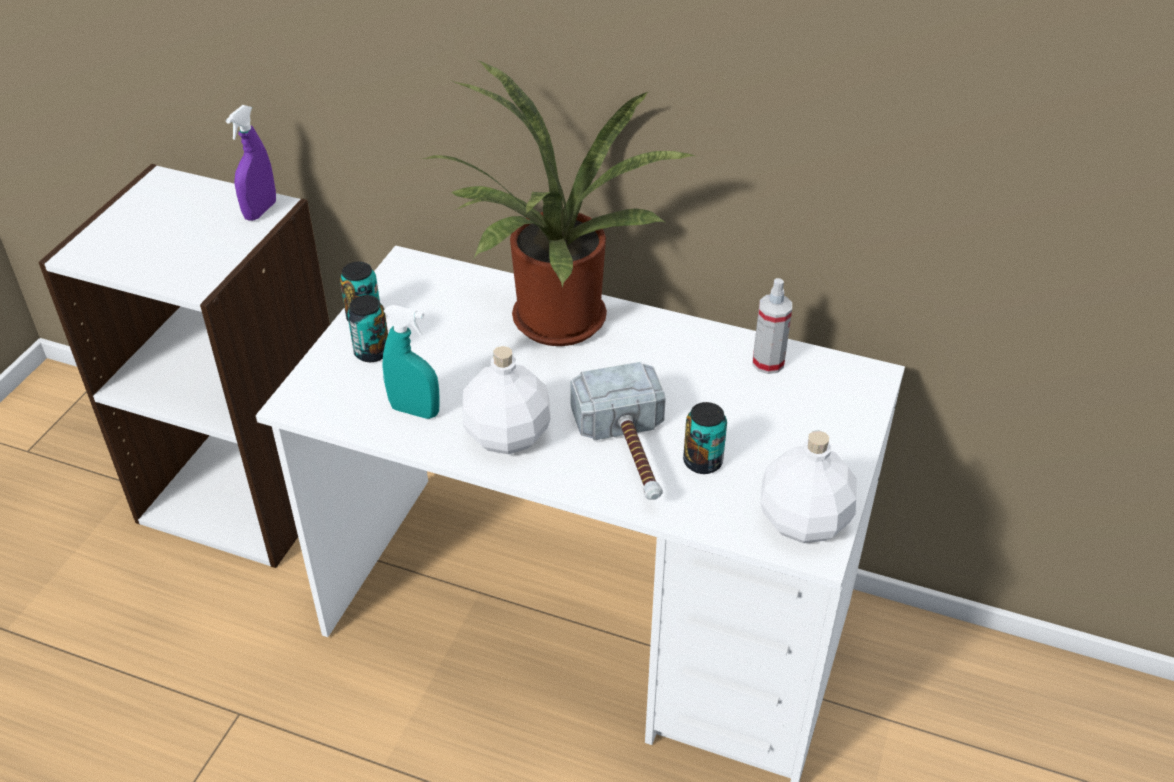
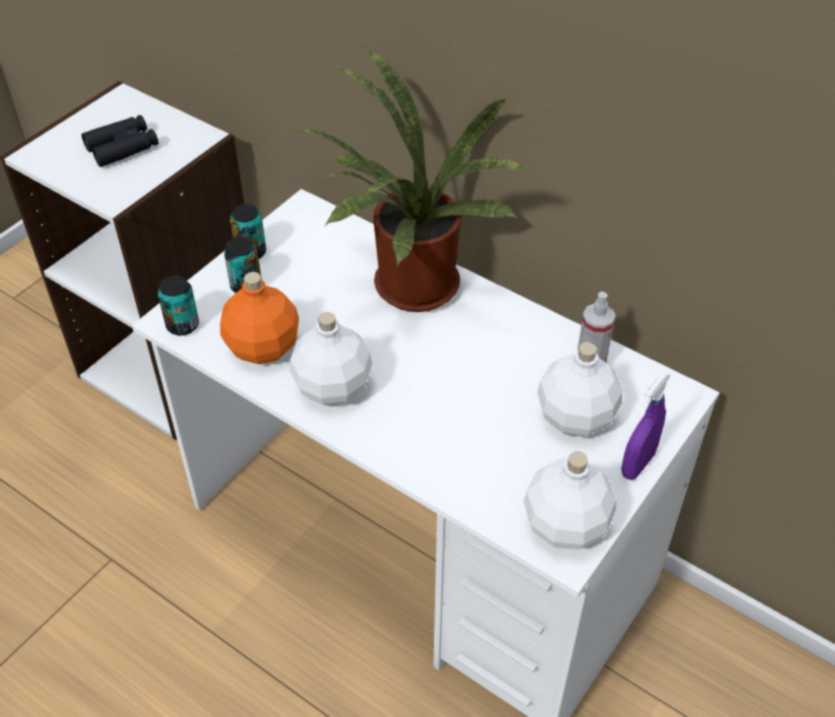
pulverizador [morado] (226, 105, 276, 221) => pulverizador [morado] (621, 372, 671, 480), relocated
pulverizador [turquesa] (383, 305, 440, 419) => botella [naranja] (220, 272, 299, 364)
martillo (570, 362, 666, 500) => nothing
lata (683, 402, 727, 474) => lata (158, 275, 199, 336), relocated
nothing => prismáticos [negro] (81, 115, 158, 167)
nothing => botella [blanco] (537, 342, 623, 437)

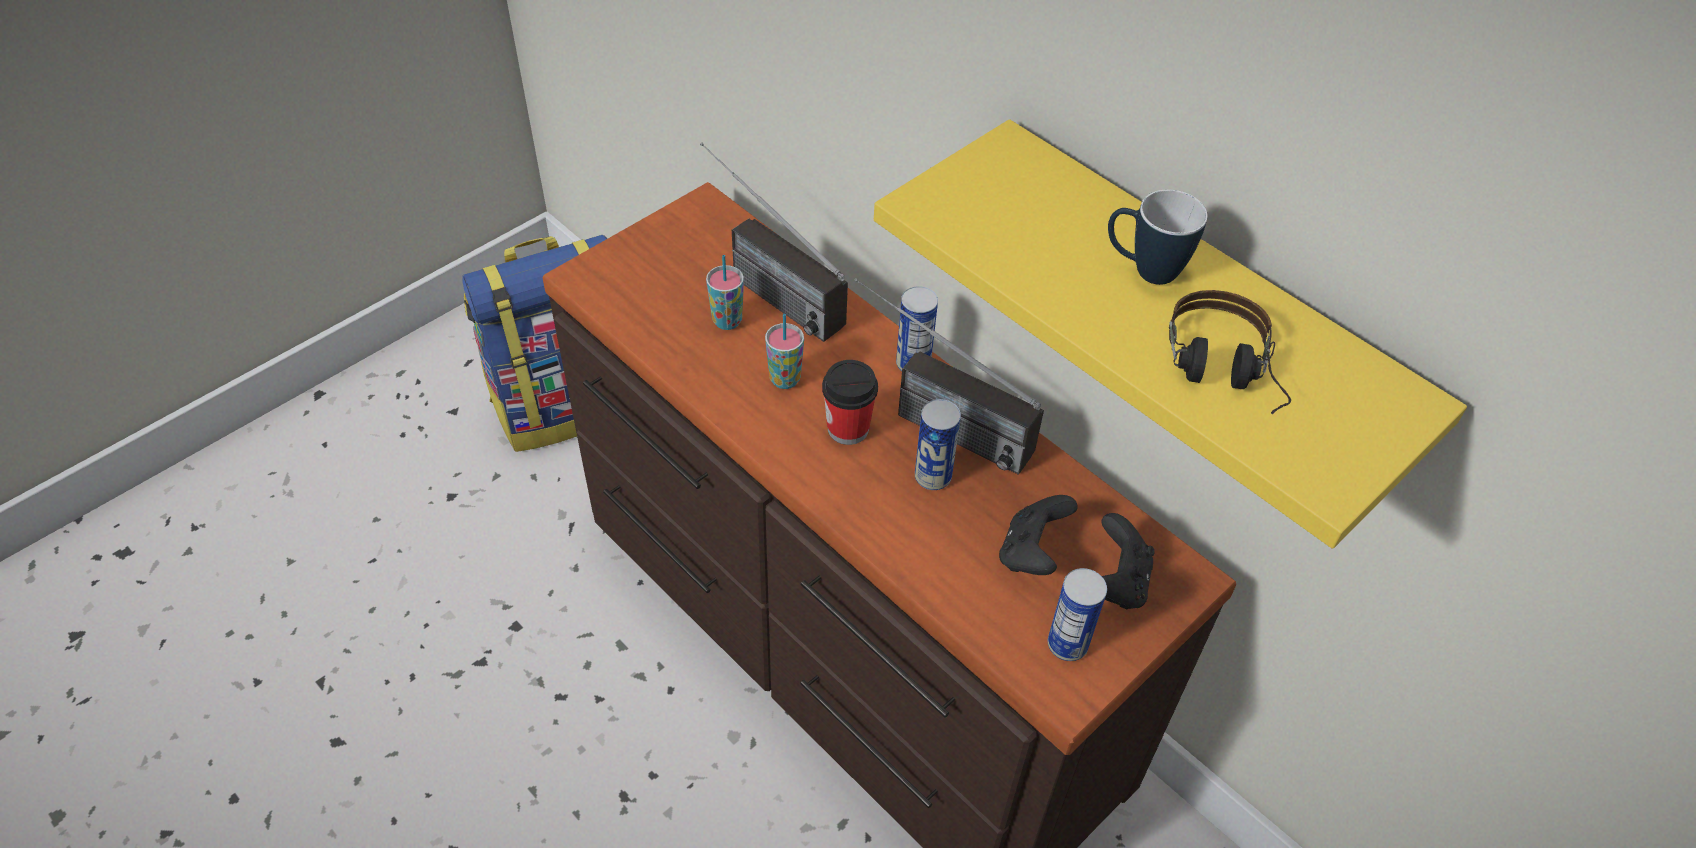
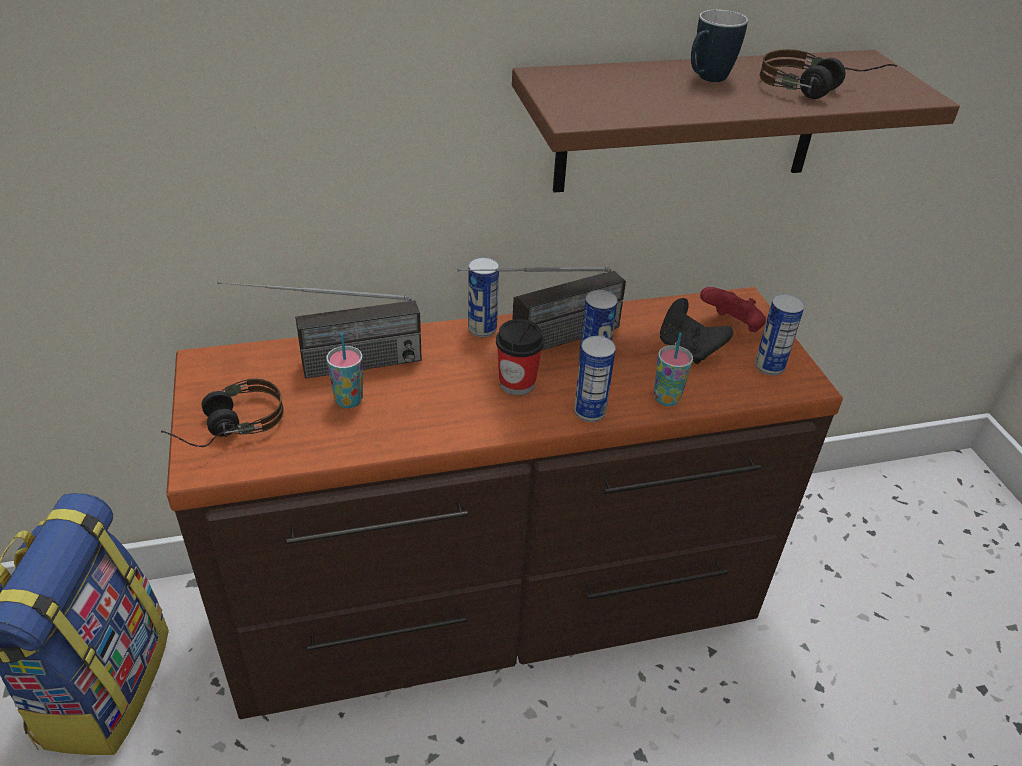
taza (765, 314, 804, 389) => taza (654, 332, 693, 406), relocated
estante [amarillo] (874, 119, 1467, 548) => estante [marrón] (512, 50, 960, 193)
mando de consola [negro] (1101, 513, 1155, 609) => mando de consola [rojo] (700, 287, 766, 332)
nothing => auriculares (161, 378, 284, 447)
nothing => lata (574, 336, 616, 422)

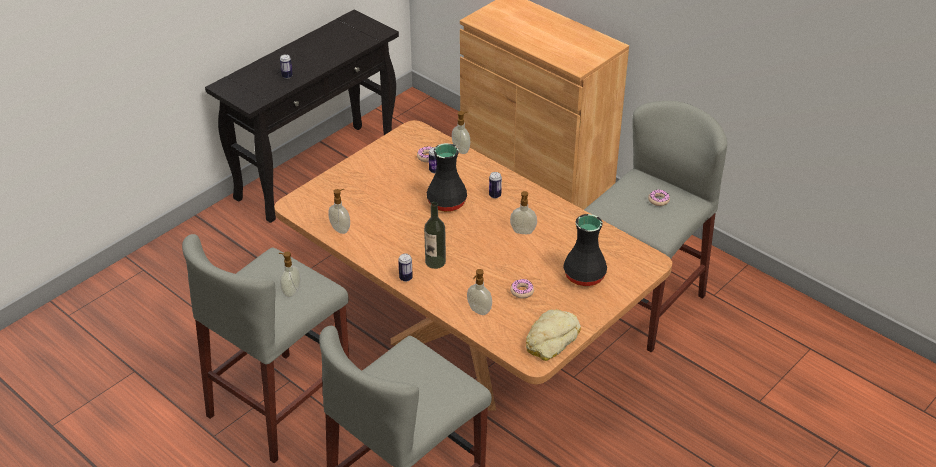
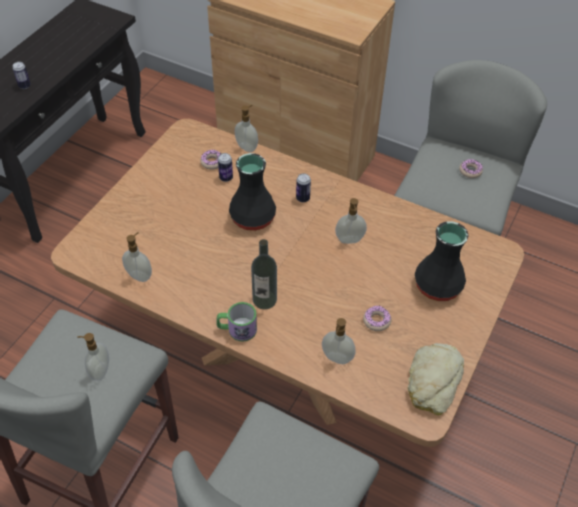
lata (398, 254, 413, 282) => taza grande (216, 302, 257, 342)

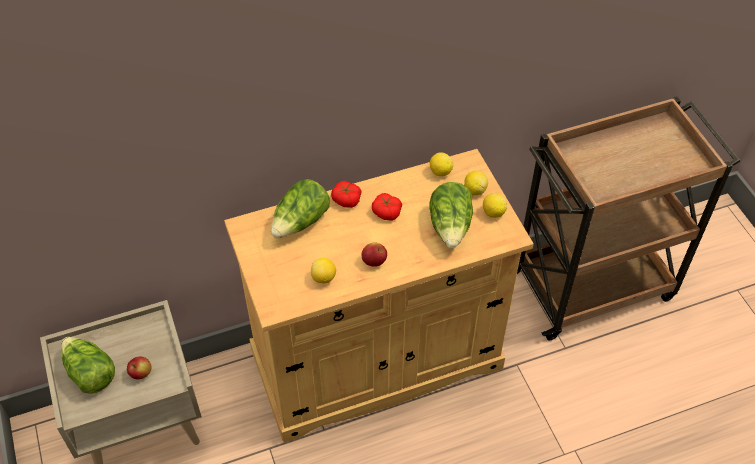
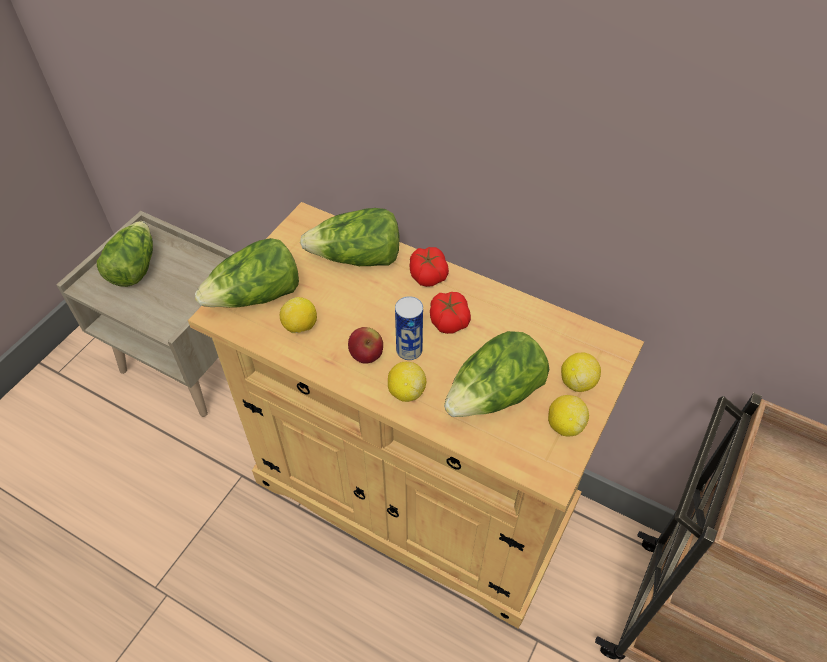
manzana (127, 356, 151, 380) => nothing
limón (430, 152, 453, 176) => limón (388, 362, 426, 402), relocated
nothing => lechuga (195, 238, 299, 308)
nothing => lata (395, 296, 423, 360)

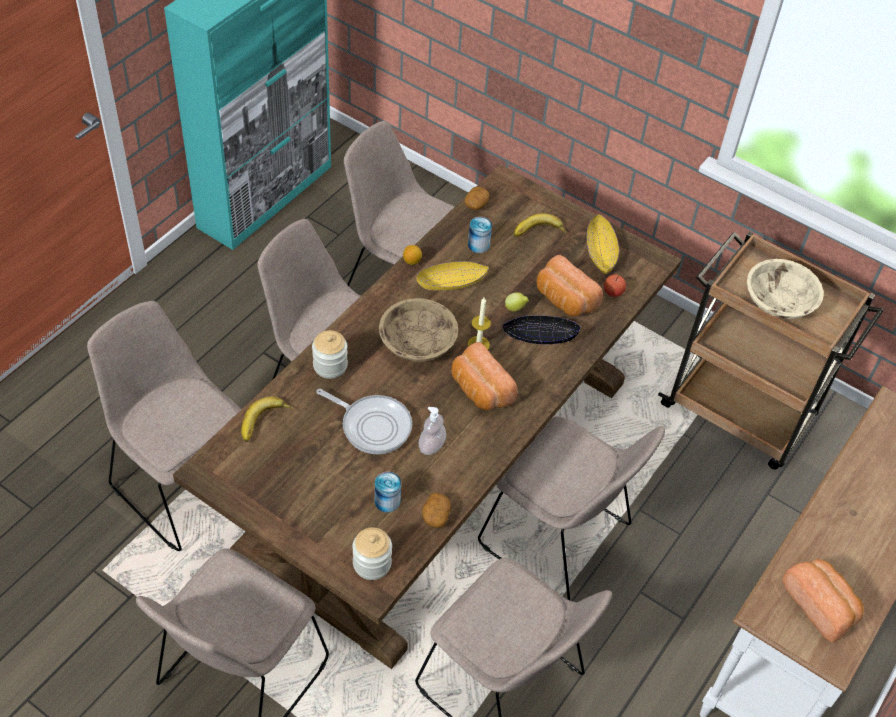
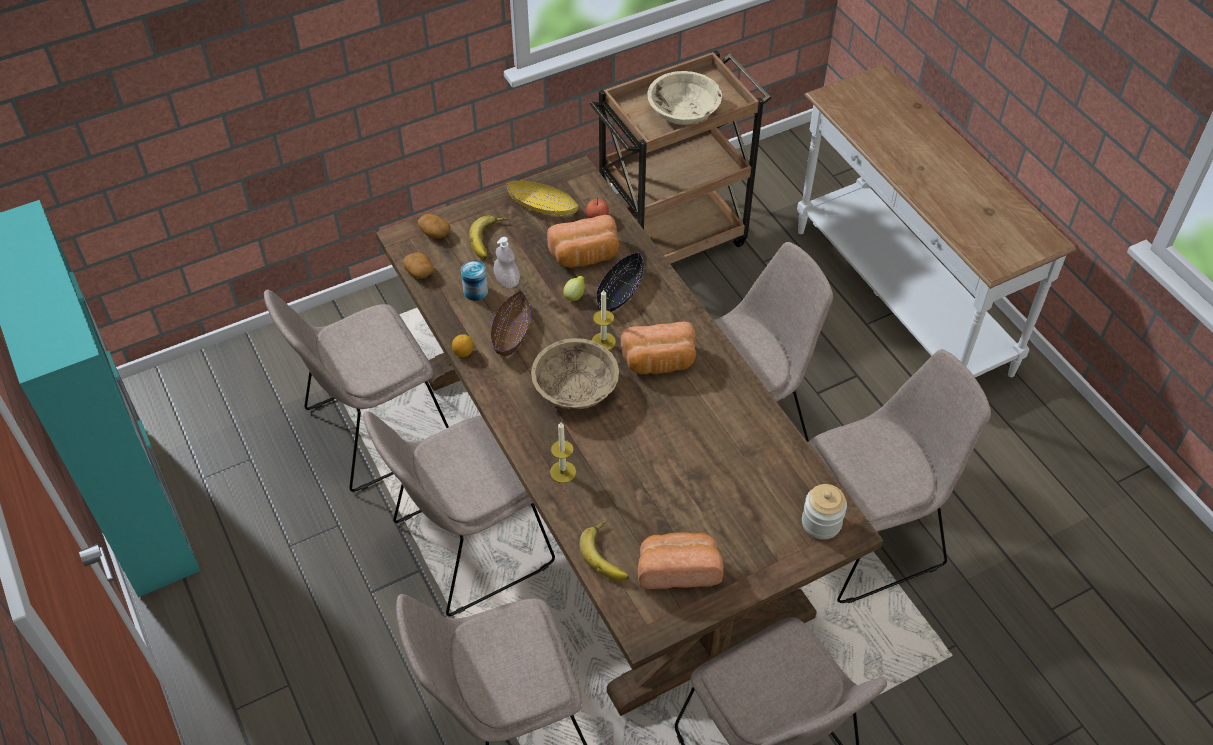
tarro (312, 330, 348, 379) => vela (550, 422, 576, 483)
sartén (316, 389, 412, 454) => nothing
lata (375, 472, 401, 513) => nothing
cuenco [amarillo] (416, 261, 489, 291) => cuenco [marrón] (491, 290, 531, 357)
dispensador de jabón (418, 407, 446, 455) => dispensador de jabón (493, 237, 520, 288), relocated
patata (422, 493, 450, 528) => patata (418, 214, 450, 239), relocated
pan (783, 559, 864, 643) => pan (638, 532, 724, 589), relocated

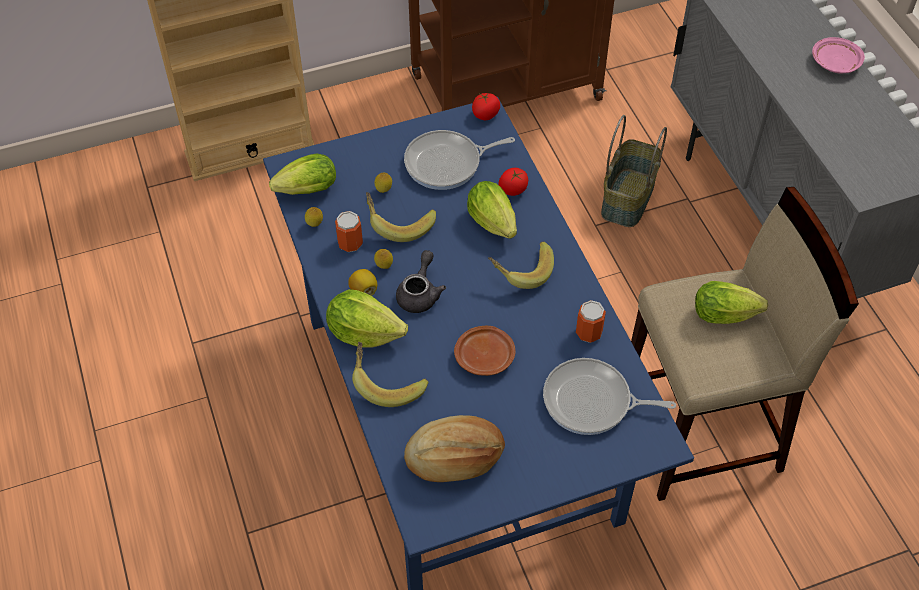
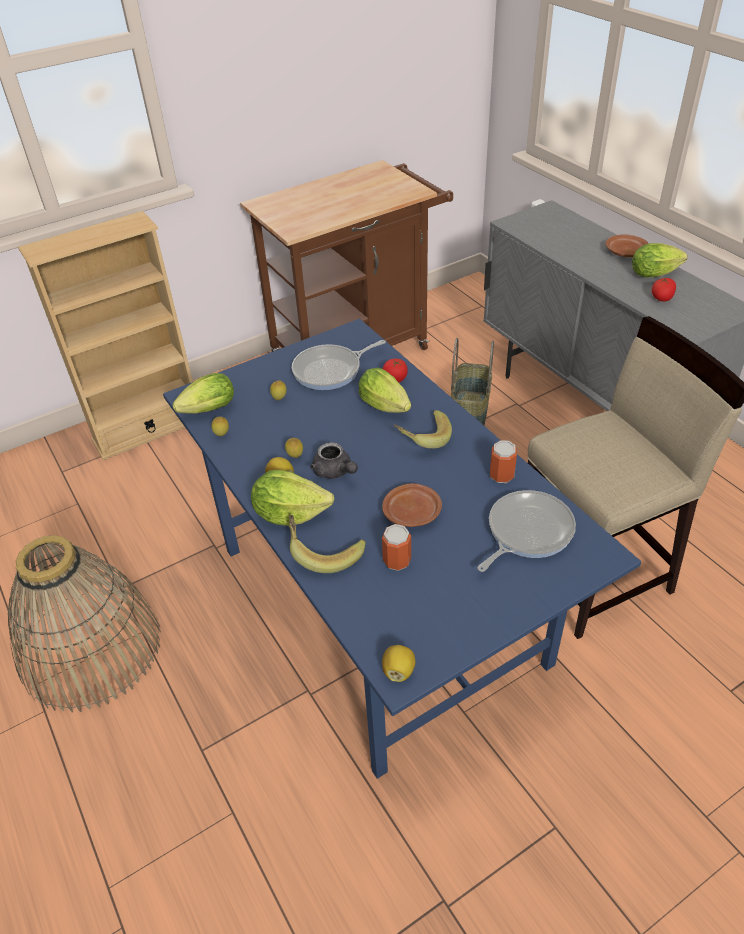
lata (335, 211, 363, 252) => lata (382, 524, 411, 571), relocated
plátano (366, 192, 436, 242) => nothing
tetera [gris] (396, 250, 446, 313) => tetera [gris] (310, 442, 358, 479), 135 degrees clockwise
pan (404, 415, 505, 482) => nothing
tomate (472, 93, 500, 120) => tomate (652, 278, 676, 302), relocated
sartén (543, 358, 676, 435) => sartén (478, 490, 576, 572), 135 degrees clockwise
lechuga (695, 281, 768, 324) => lechuga (632, 243, 687, 277), relocated
plato [rosa] (812, 37, 865, 73) => plato [marrón] (606, 234, 649, 257)
nothing => cesta (8, 535, 161, 712)
nothing => limón (382, 645, 416, 682)

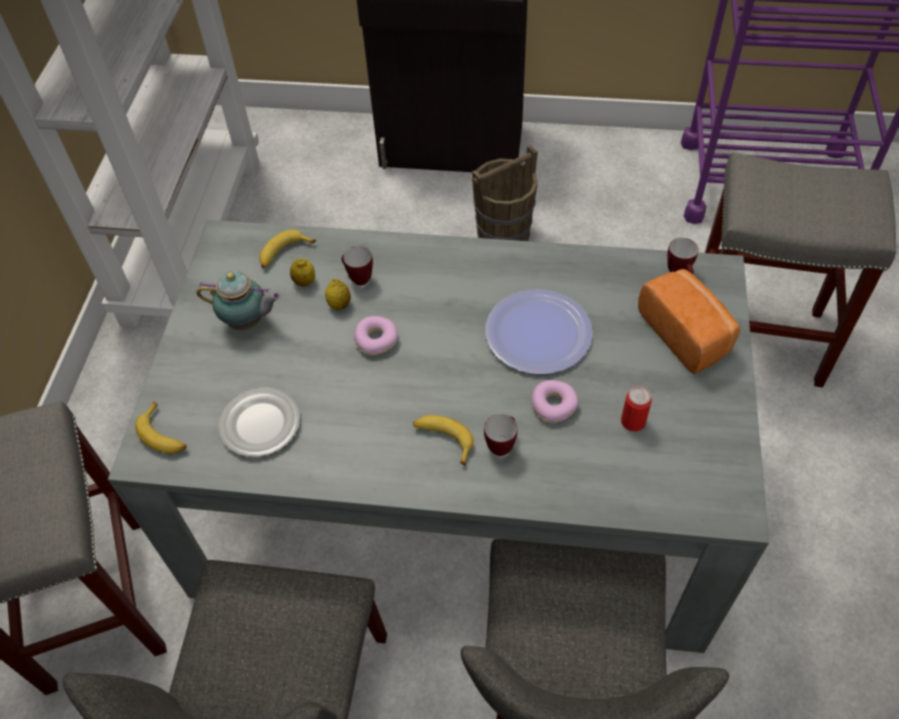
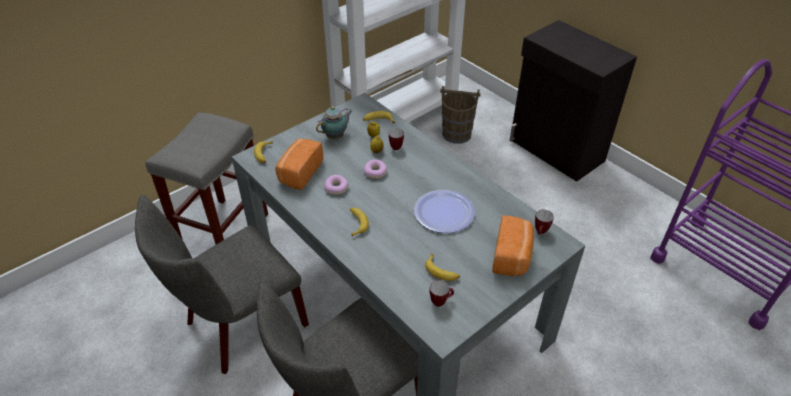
tetera (197, 271, 281, 330) => tetera (316, 106, 352, 139), 90 degrees counterclockwise
plato (218, 388, 300, 457) => pan (275, 139, 323, 190)
cubo [marrón] (472, 145, 538, 241) => cubo [marrón] (440, 86, 481, 144), relocated
taza grande (484, 414, 517, 456) => taza grande (430, 280, 454, 307), relocated
rosquilla (531, 380, 579, 423) => rosquilla (324, 175, 349, 195), relocated
lata (621, 386, 652, 431) => plátano (425, 254, 460, 281)
taburete [gris] (705, 153, 896, 387) => nothing

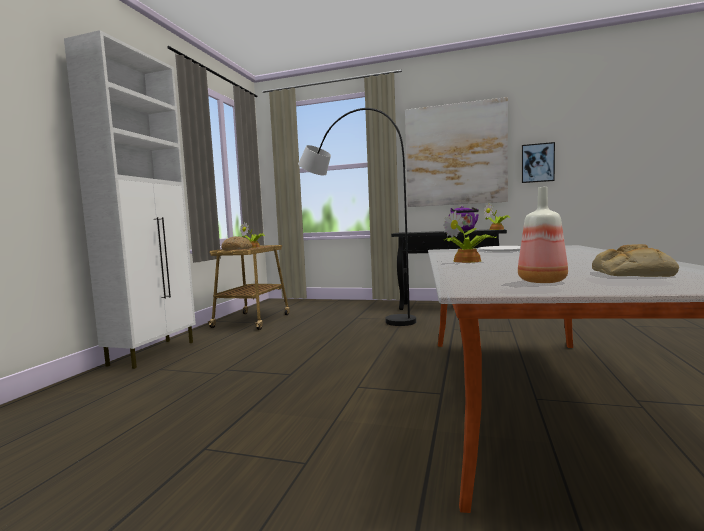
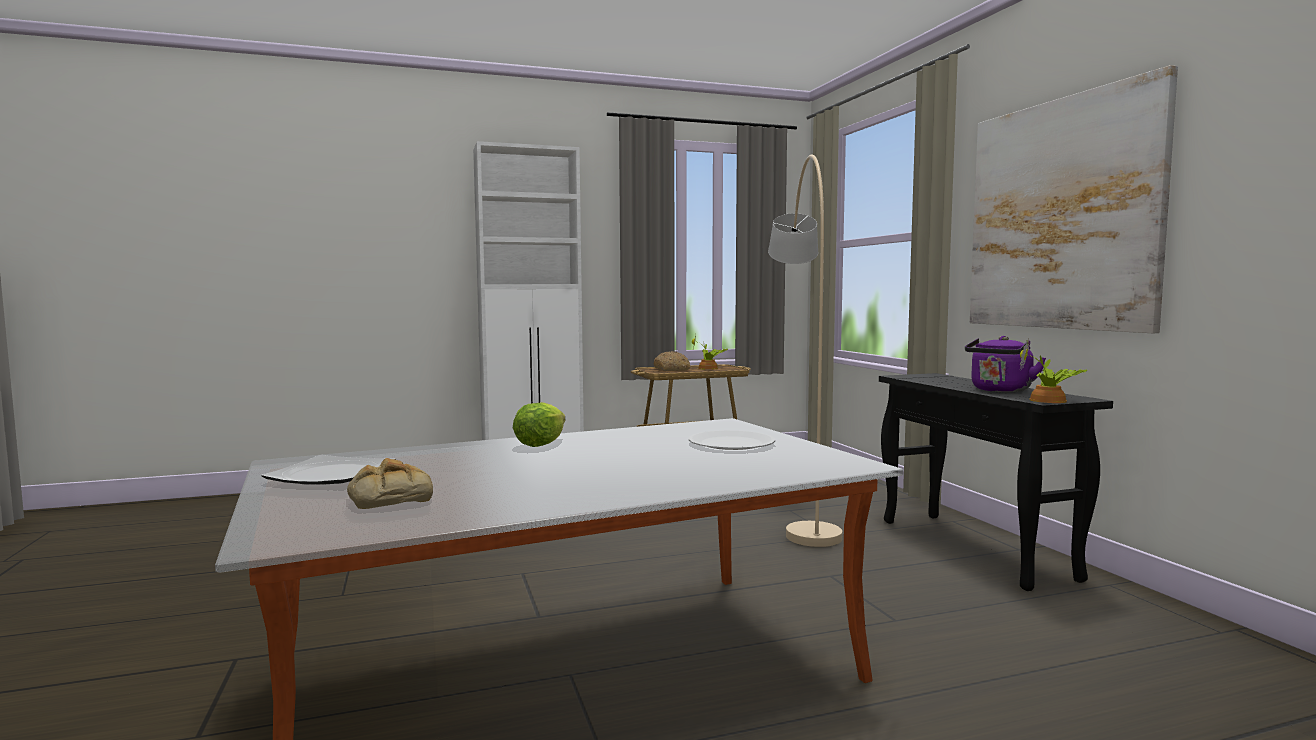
lámpara de pie [negro] (298, 108, 416, 326) => lámpara de pie [beis] (768, 155, 842, 547)
planta en maceta (443, 211, 497, 263) => lechuga (513, 402, 565, 447)
botella (518, 187, 568, 283) => plato (261, 455, 396, 485)
cuadro (522, 142, 555, 183) => nothing

